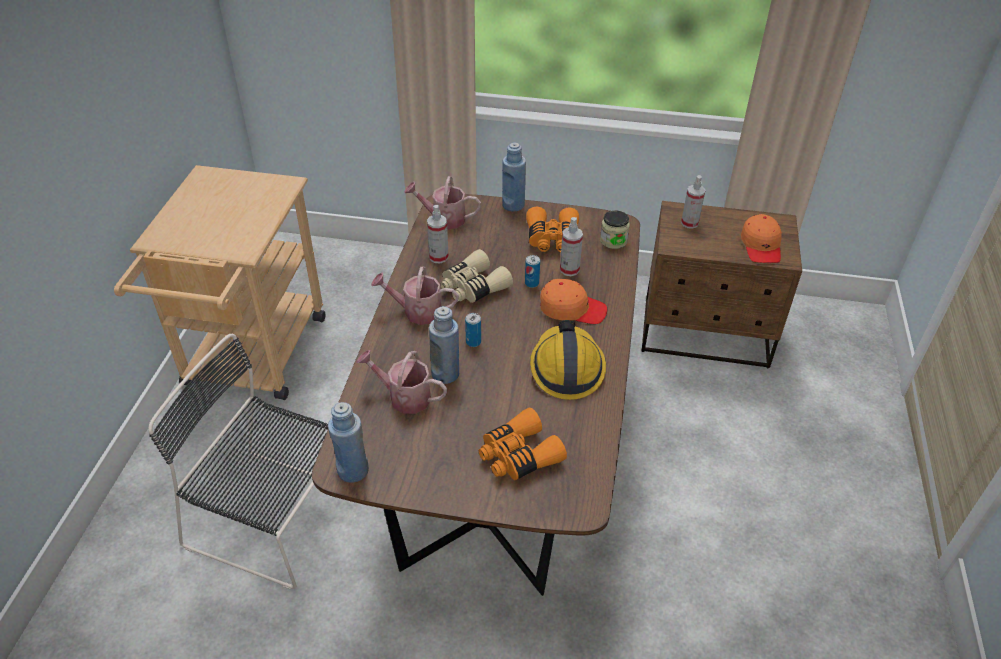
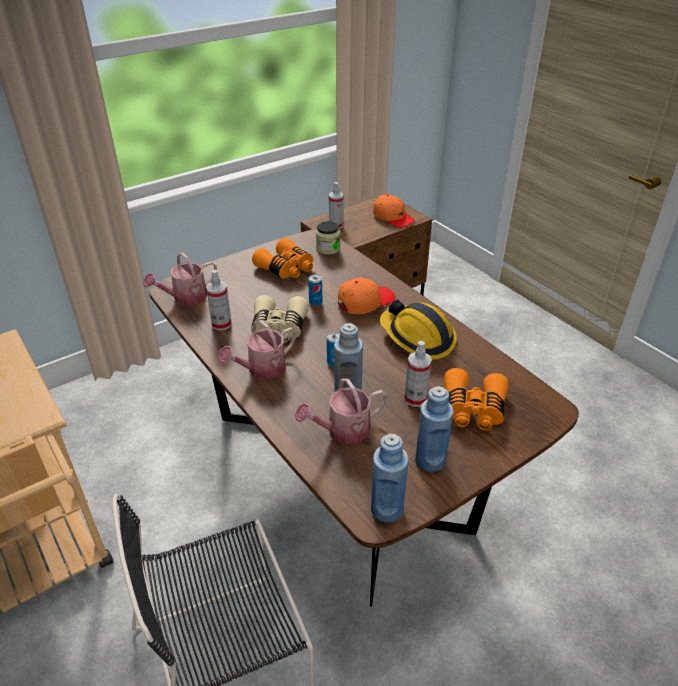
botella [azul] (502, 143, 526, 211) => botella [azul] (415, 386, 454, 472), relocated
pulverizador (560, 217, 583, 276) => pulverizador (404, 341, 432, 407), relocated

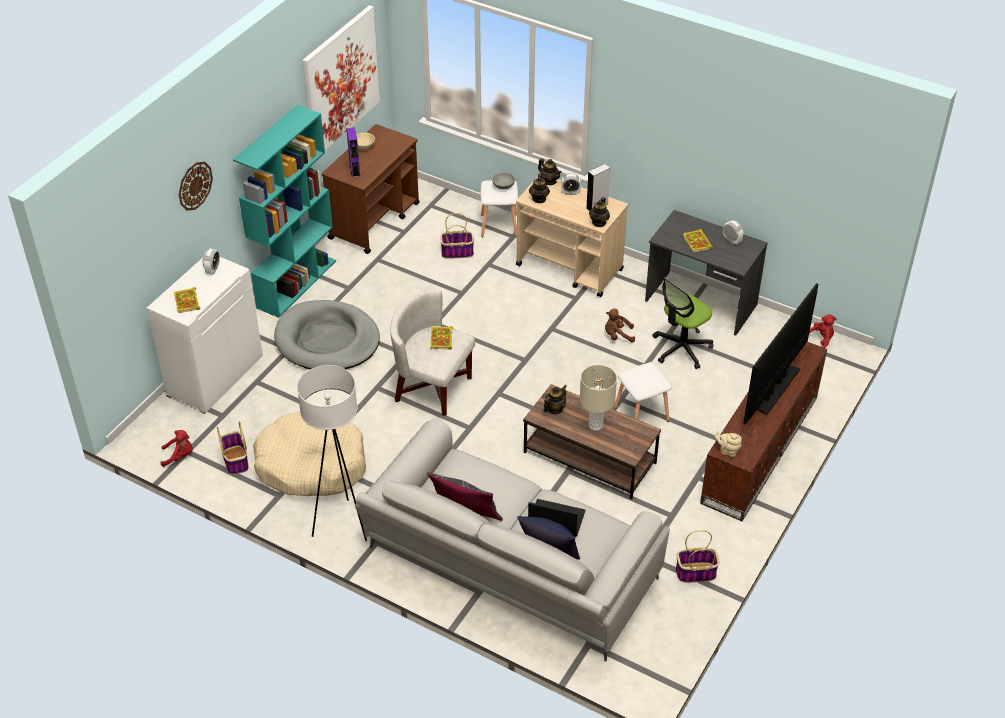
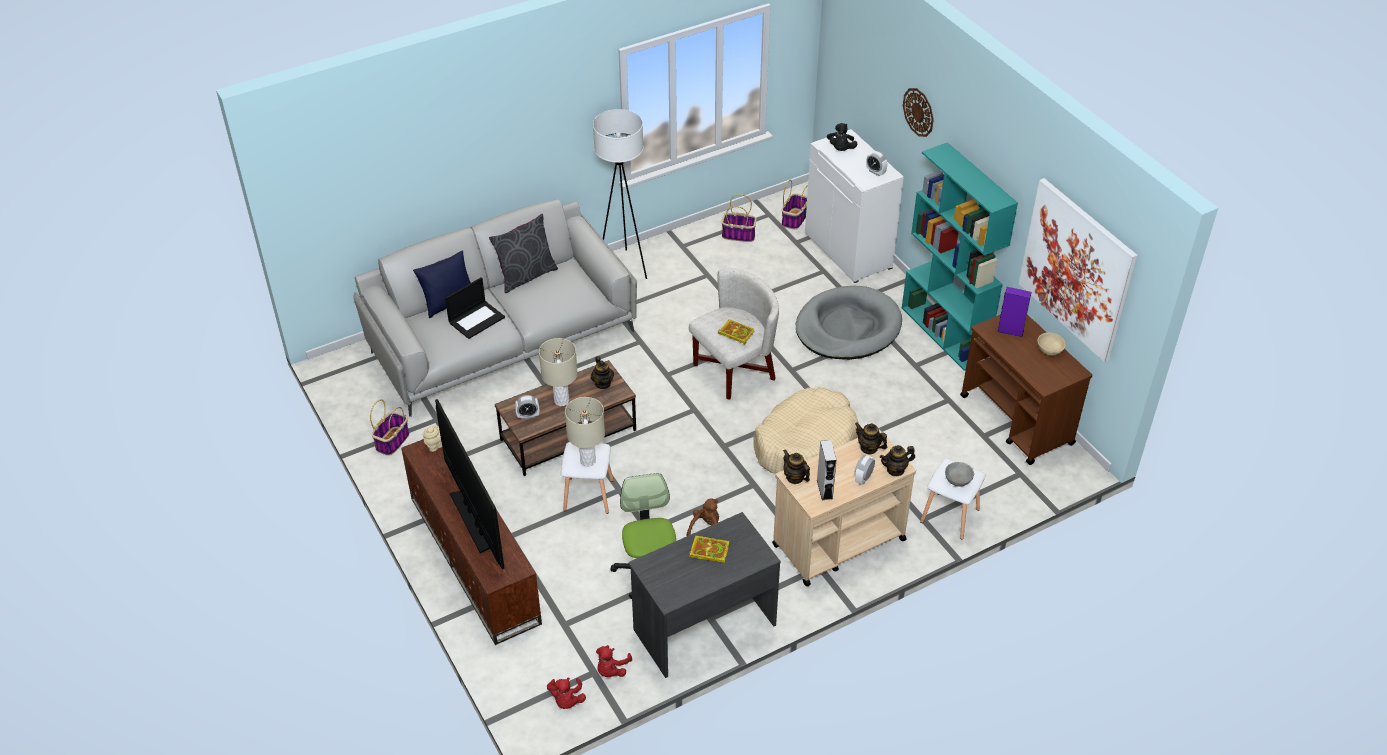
peluche [rojo] (160, 430, 193, 467) => peluche [rojo] (596, 645, 632, 677), relocated
libro (174, 287, 200, 313) => peluche [negro] (827, 123, 857, 151)
cama para perro [beis] (253, 412, 366, 496) => cama para perro [beis] (754, 388, 859, 474), relocated
cesta (440, 213, 474, 259) => cesta (782, 180, 808, 229), relocated
despertador (723, 220, 743, 245) => despertador (515, 395, 539, 419), relocated
nothing => lámpara de mesa [beis] (565, 397, 605, 467)

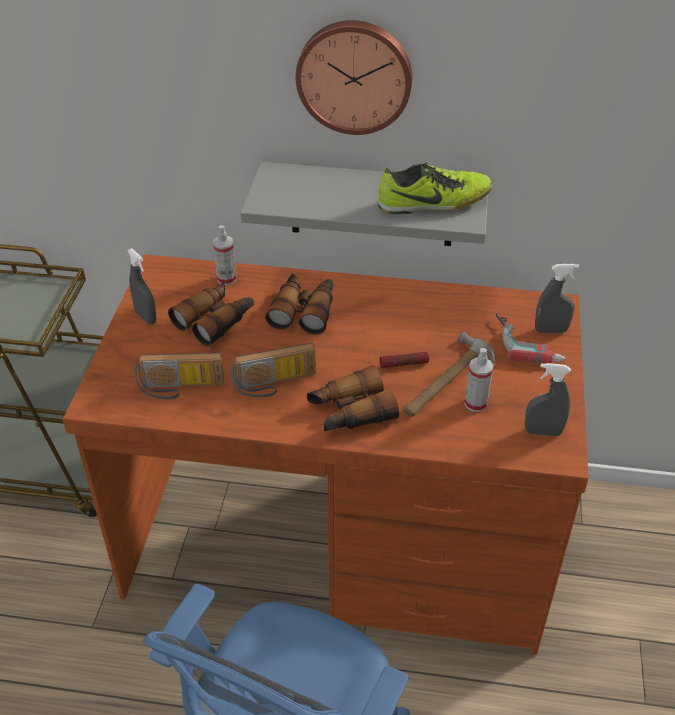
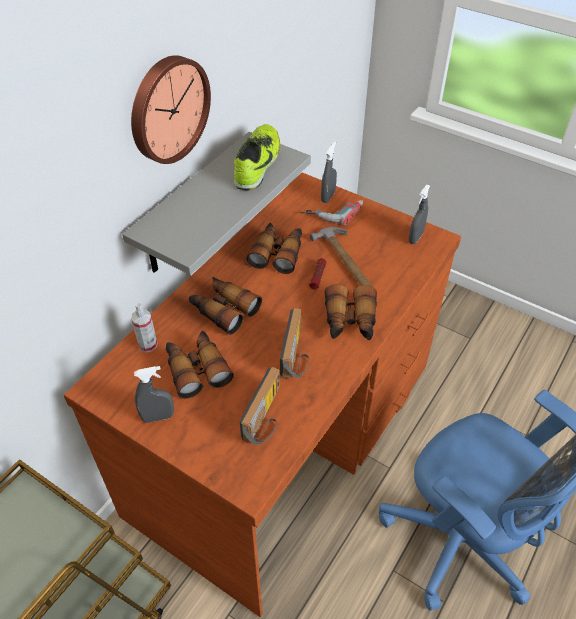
pulverizador (464, 348, 494, 412) => nothing
nothing => prismáticos (246, 223, 302, 274)

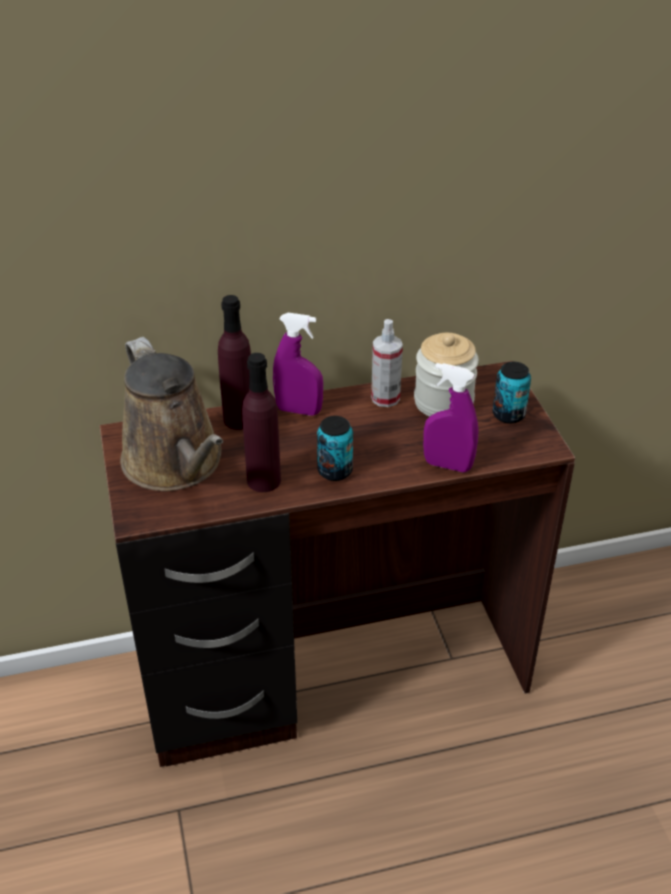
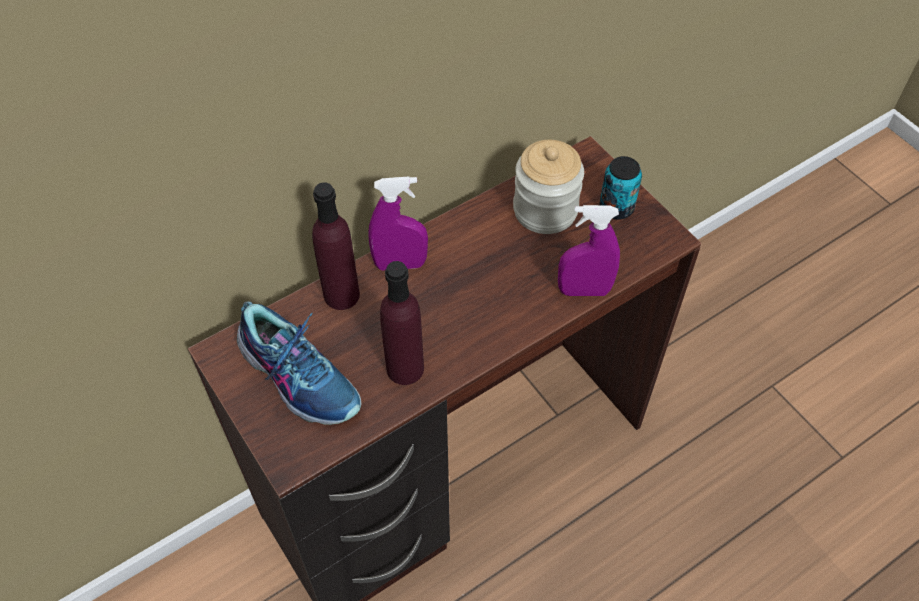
regadera [marrón] (120, 337, 223, 491) => zapato (237, 301, 362, 425)
lata (317, 416, 353, 481) => nothing
pulverizador (371, 319, 403, 407) => nothing

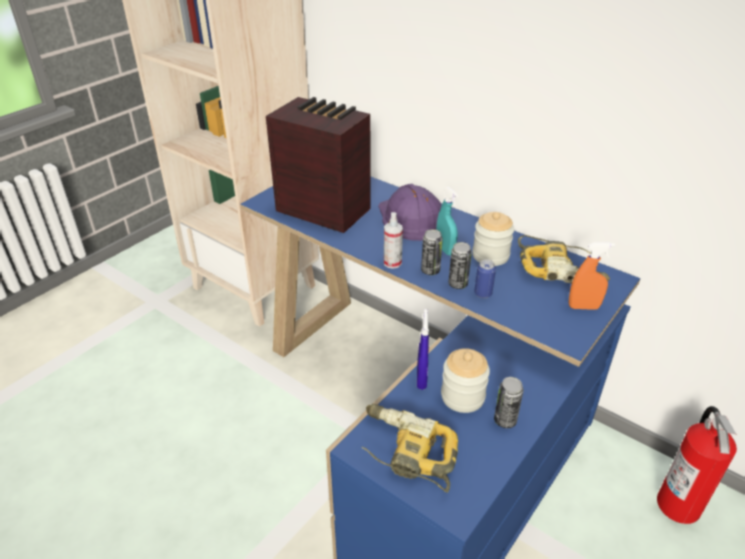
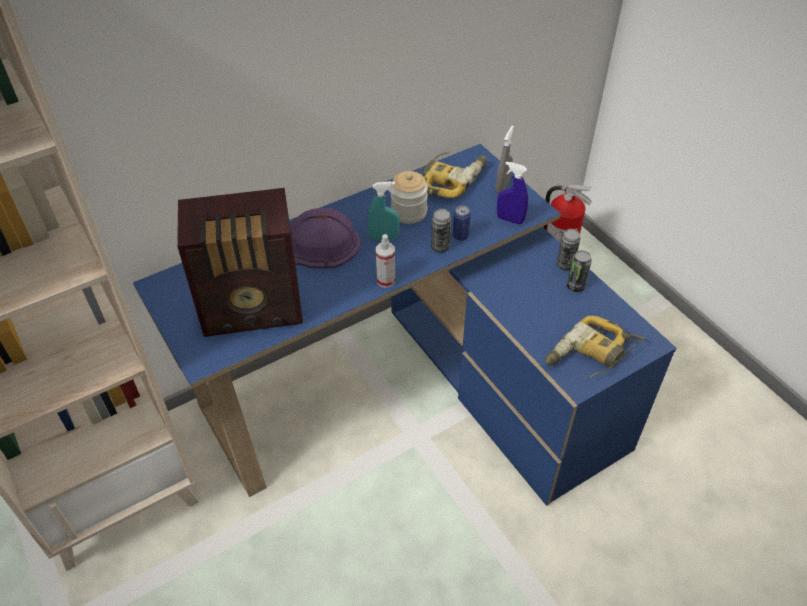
radio (266, 97, 371, 233) => radio (177, 188, 303, 337), 150 degrees counterclockwise
pulverizador [azul] (417, 309, 429, 390) => pulverizador [azul] (497, 162, 528, 225), relocated
lata (421, 229, 443, 275) => lata (557, 229, 580, 270), relocated
tarro (441, 348, 490, 413) => nothing
pulverizador [naranja] (569, 242, 615, 310) => pulverizador [gris] (496, 126, 514, 193)

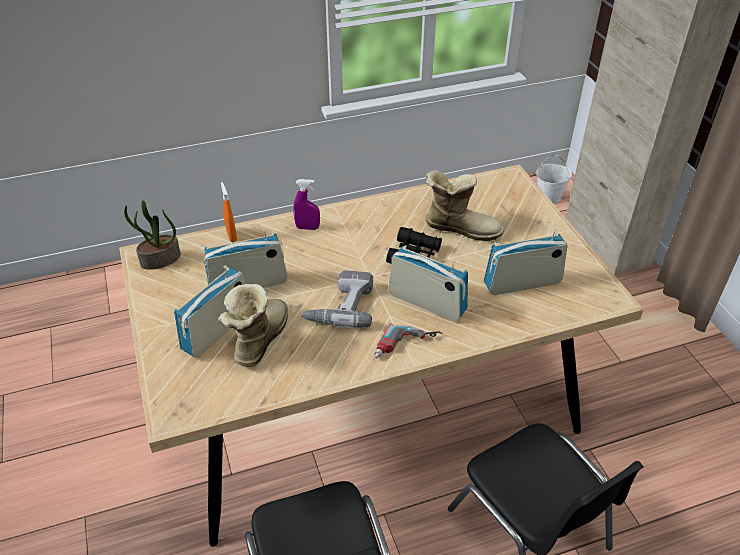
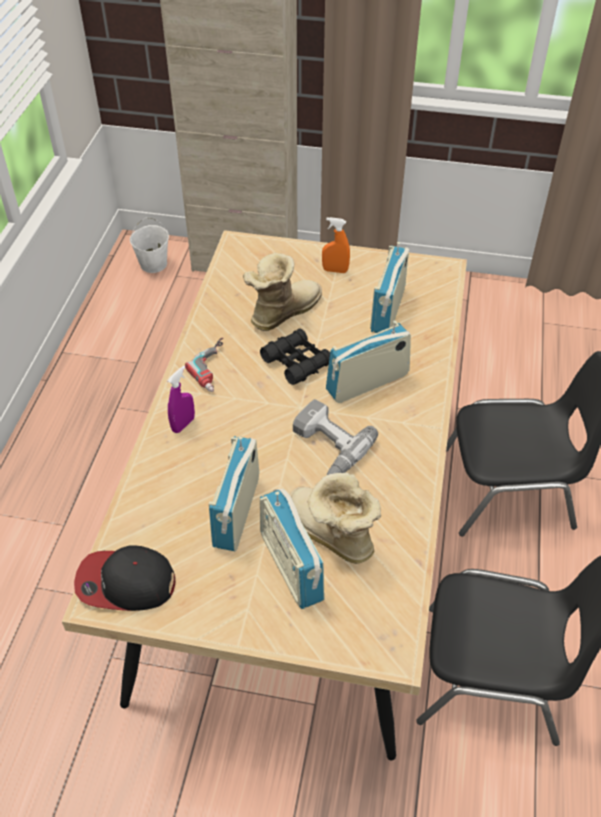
planta en maceta (124, 200, 181, 270) => gorra (74, 545, 175, 611)
pulverizador [naranja] (221, 182, 237, 242) => pulverizador [naranja] (322, 217, 350, 273), relocated
taladro (374, 323, 442, 358) => taladro (185, 338, 223, 392), relocated

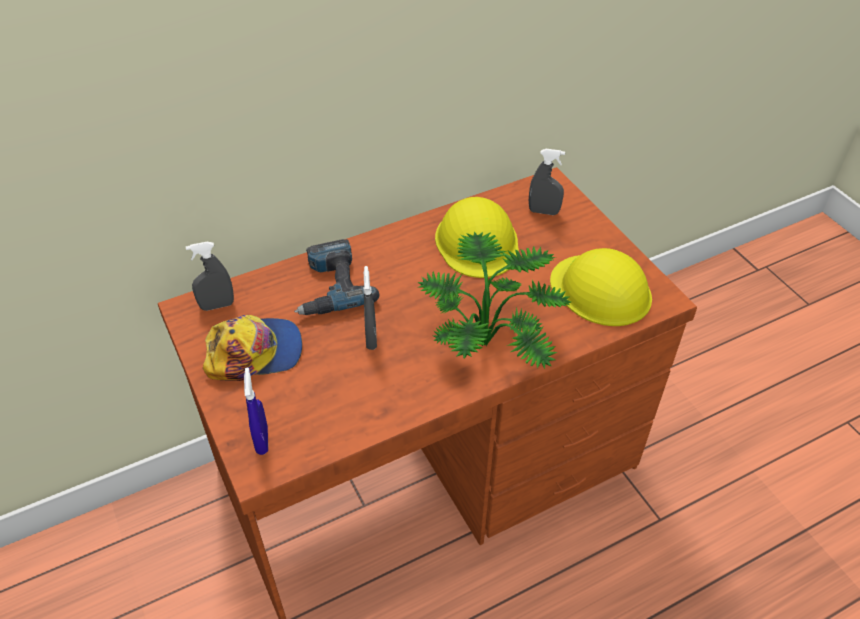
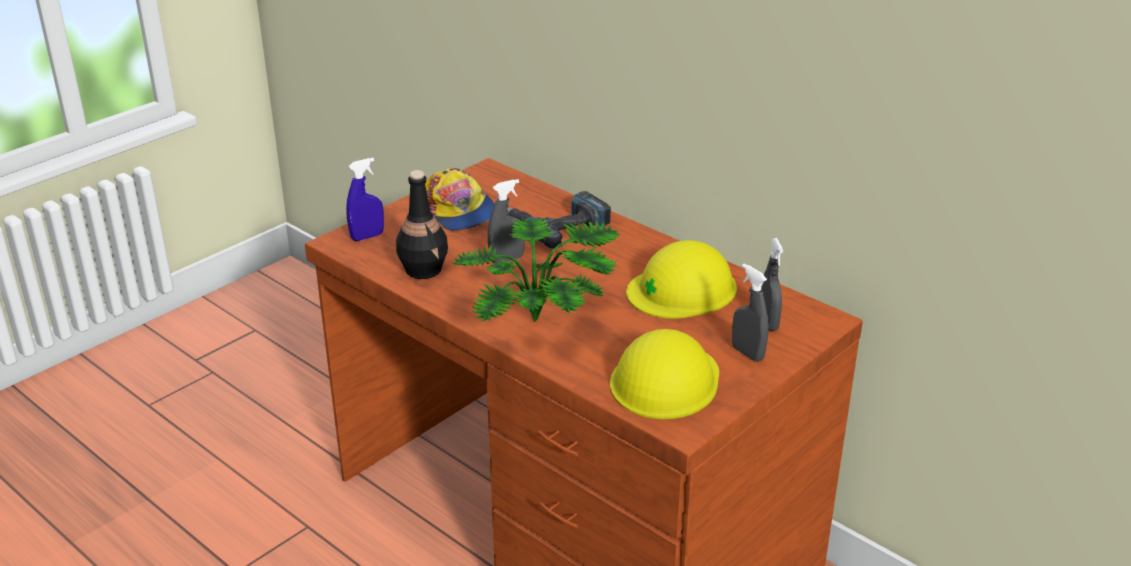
pulverizador [gris] (186, 242, 234, 311) => pulverizador [gris] (732, 264, 769, 362), relocated
nothing => botella [negro] (396, 170, 448, 279)

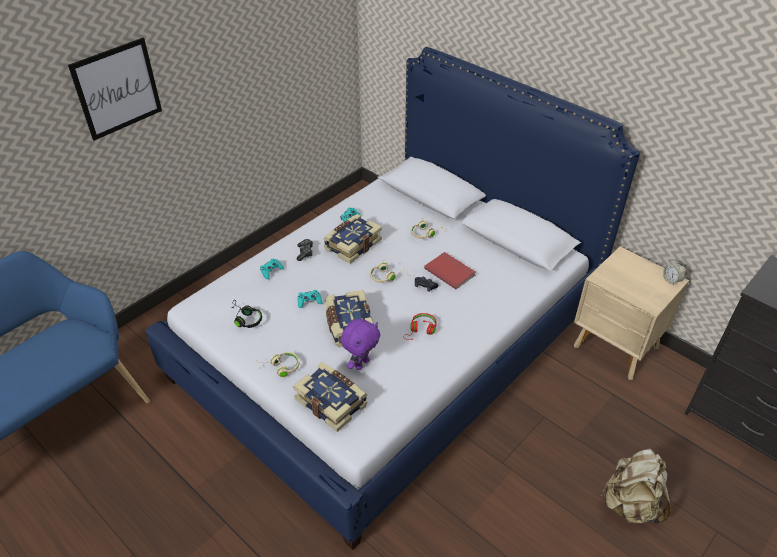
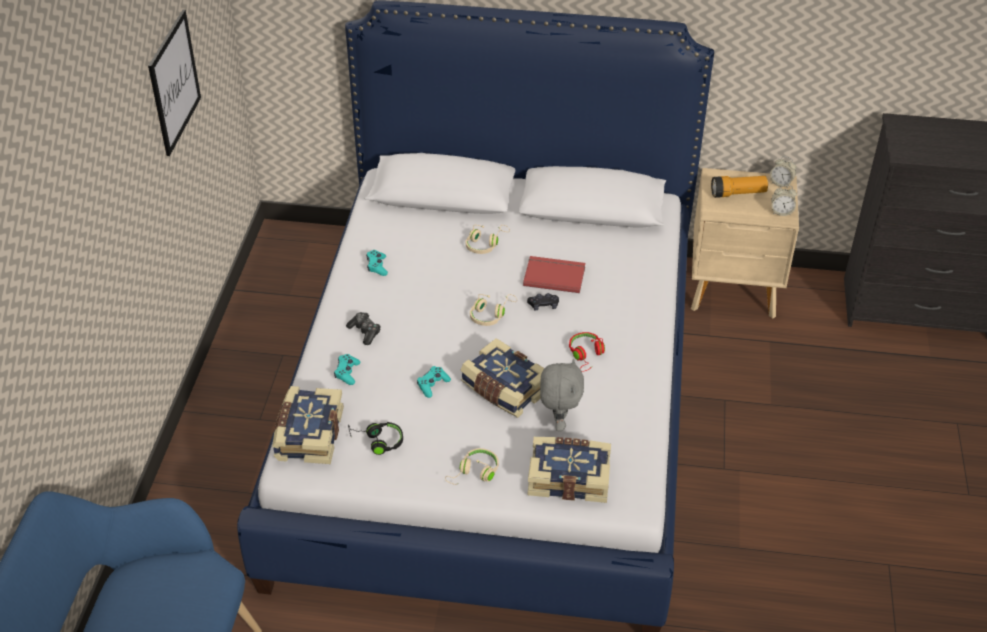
cuadro (68, 38, 162, 141) => cuadro (148, 9, 201, 156), relocated
libro (323, 214, 382, 264) => libro (272, 386, 344, 464), relocated
peluche [morado] (340, 319, 381, 370) => peluche [gris] (540, 359, 584, 431)
mochila [beis] (600, 448, 671, 524) => nothing
nothing => linterna (711, 176, 768, 198)
nothing => despertador (771, 185, 797, 216)

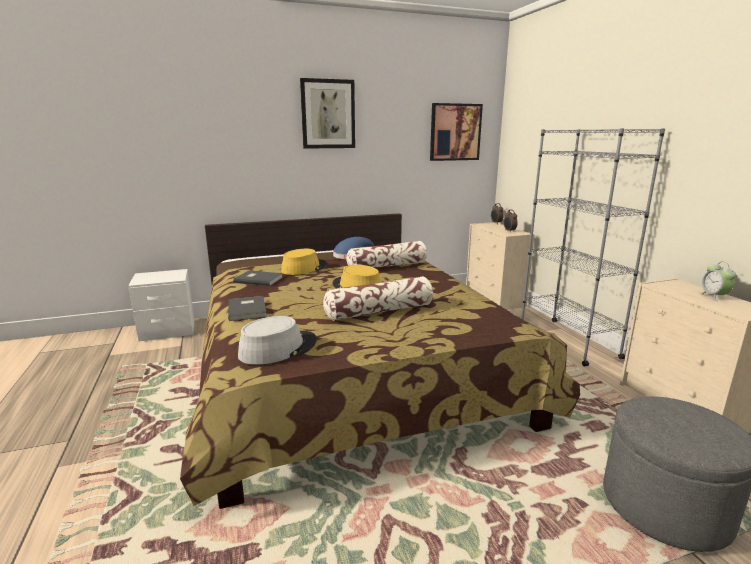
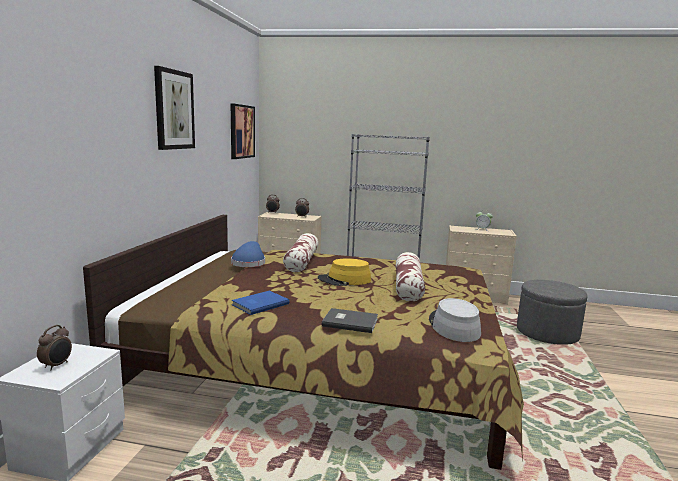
libro [gris] (233, 270, 283, 286) => libro [azul] (231, 291, 289, 315)
sombrero [amarillo] (281, 249, 327, 275) => nothing
nothing => despertador (37, 325, 72, 370)

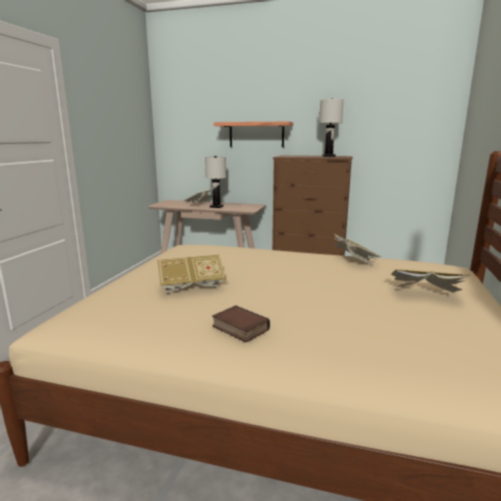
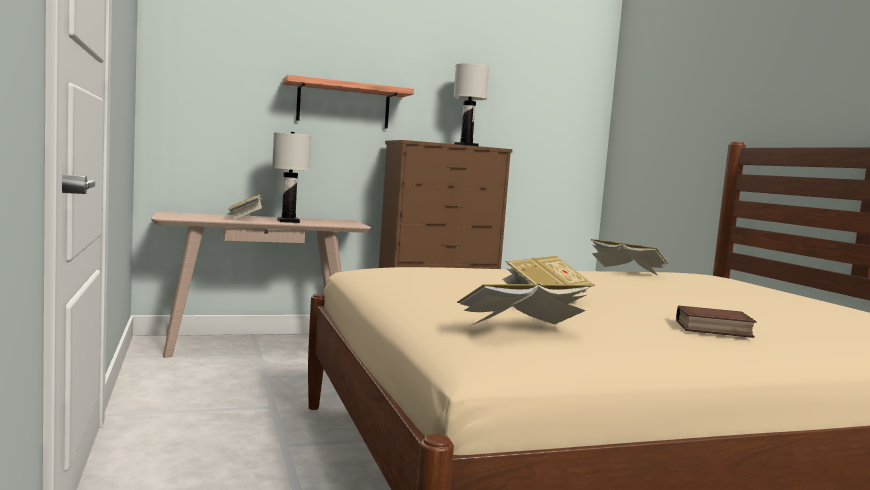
libro (391, 269, 470, 292) => libro (457, 283, 592, 326), relocated

